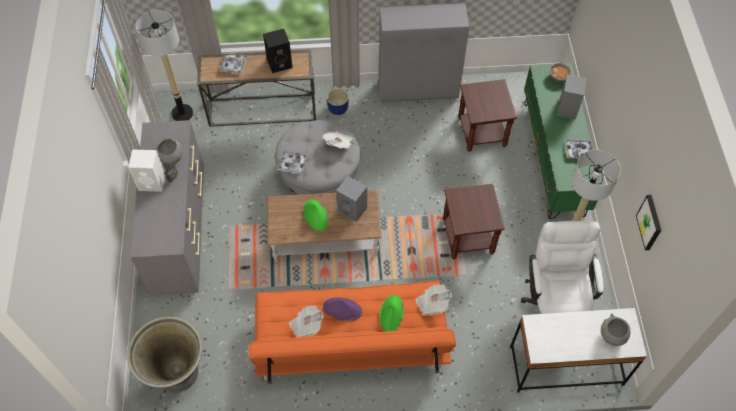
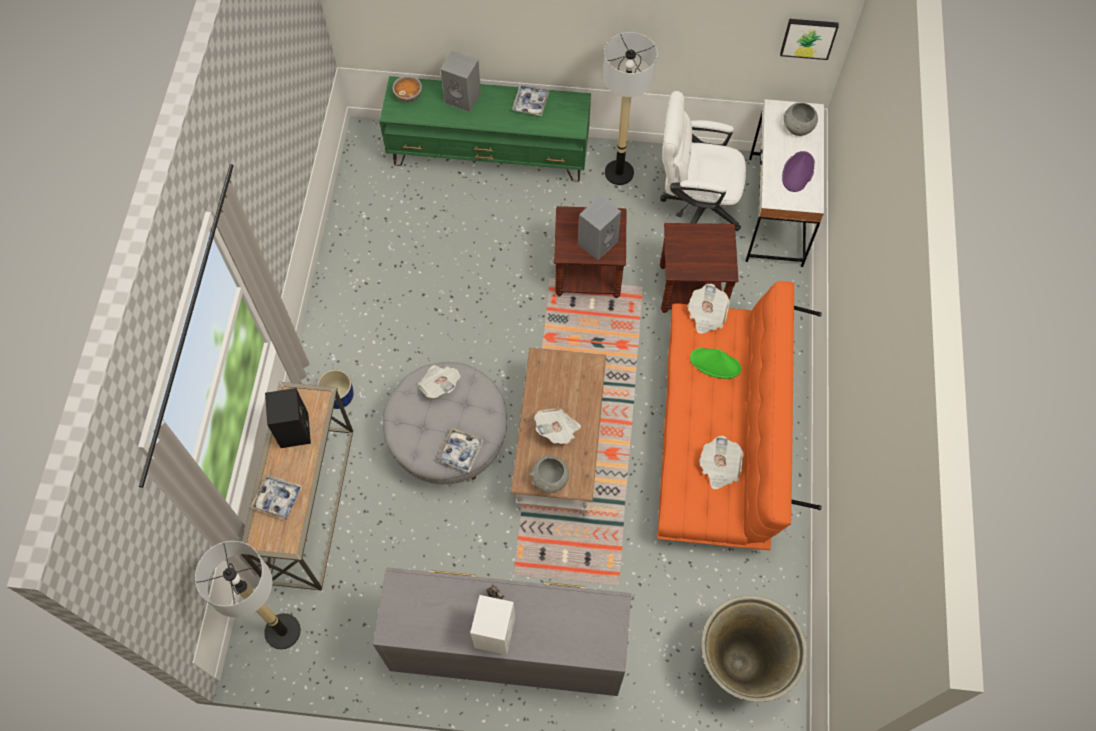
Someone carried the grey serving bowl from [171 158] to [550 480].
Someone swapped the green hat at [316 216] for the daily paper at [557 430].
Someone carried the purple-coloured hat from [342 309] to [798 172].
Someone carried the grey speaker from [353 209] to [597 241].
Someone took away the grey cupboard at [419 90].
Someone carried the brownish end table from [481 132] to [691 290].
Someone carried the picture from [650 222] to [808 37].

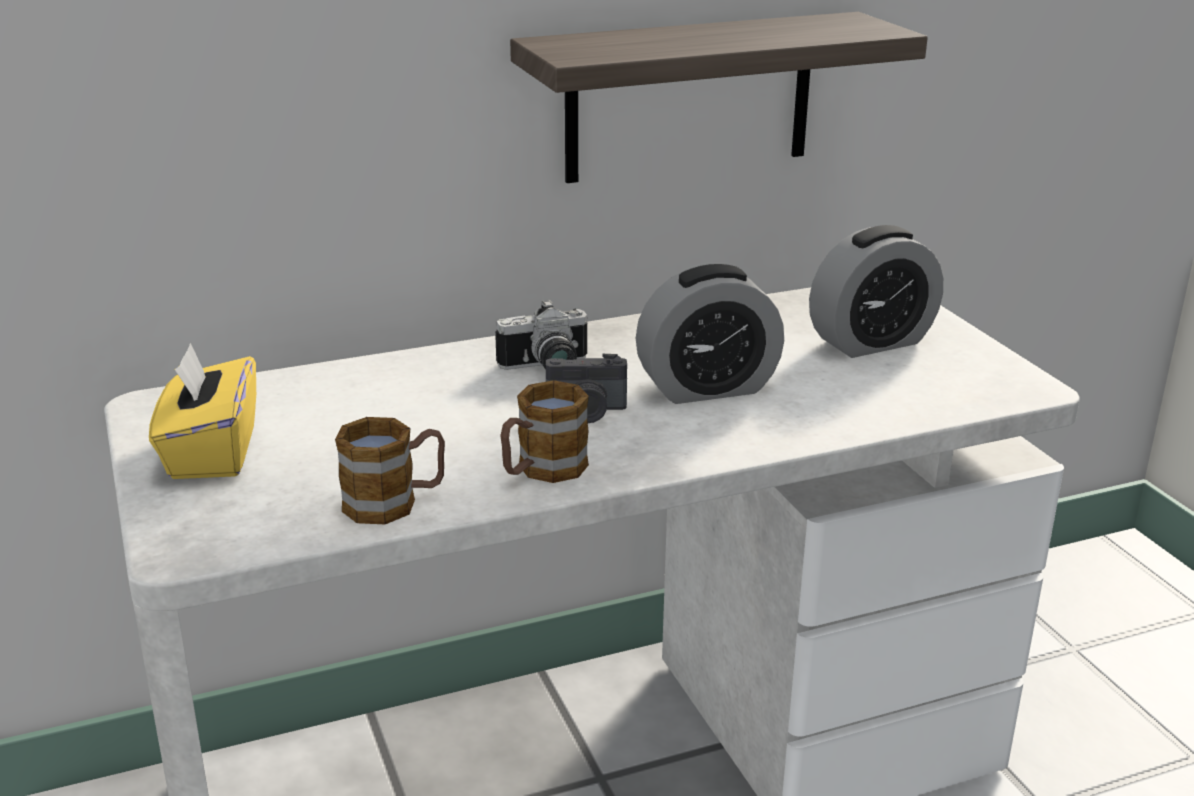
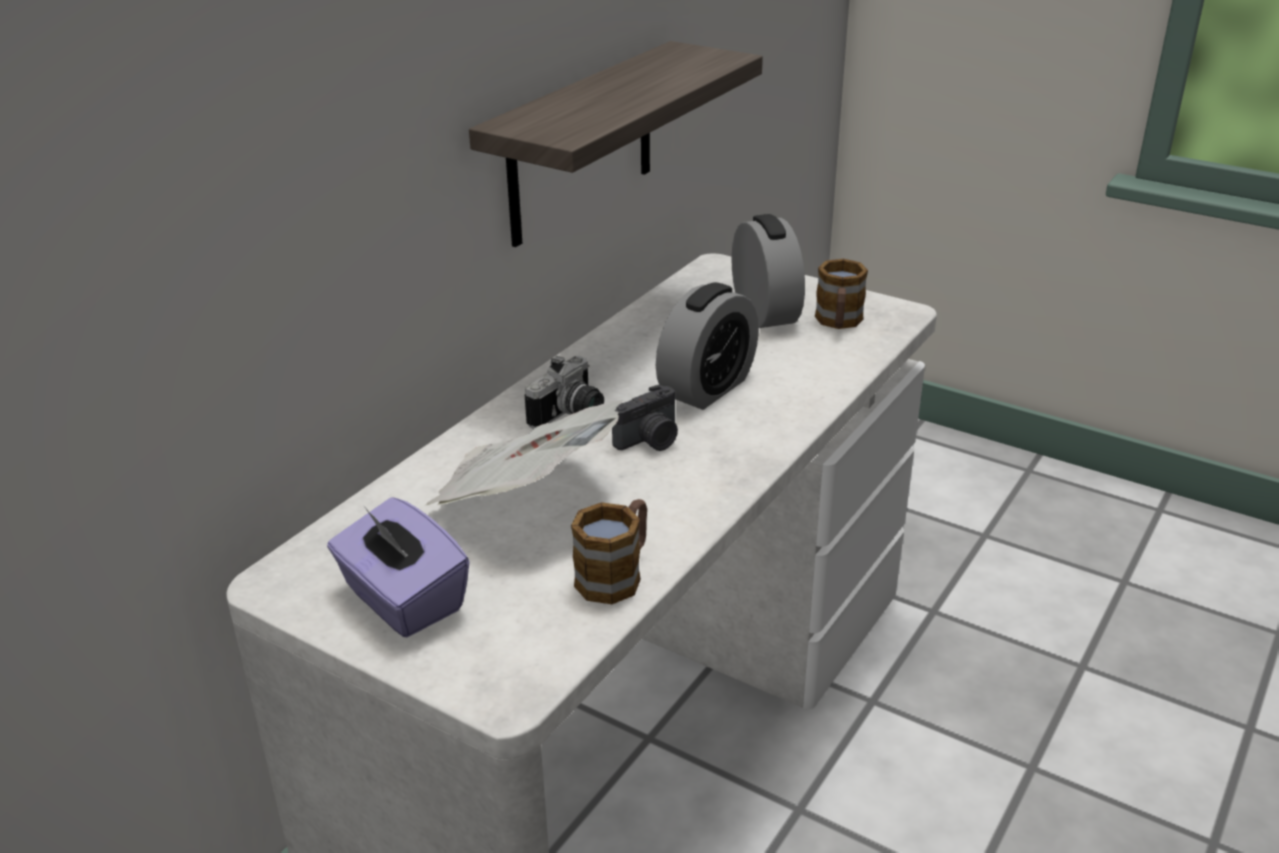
Someone repainted the yellow tissue box at [211 452], which became the purple-coloured tissue box at [402 600].
Someone carried the coffee mug from [542 470] to [838 322].
Someone rotated the table clock at [871 342] by 45 degrees counterclockwise.
Someone put down the daily paper at [526 497].

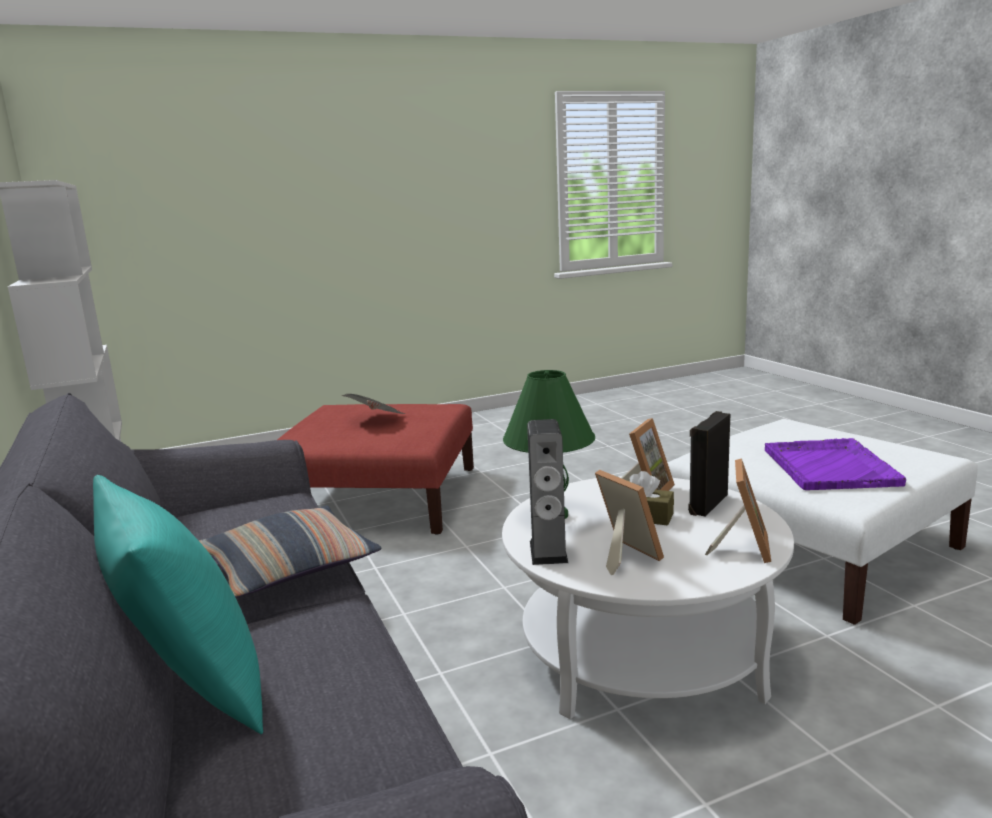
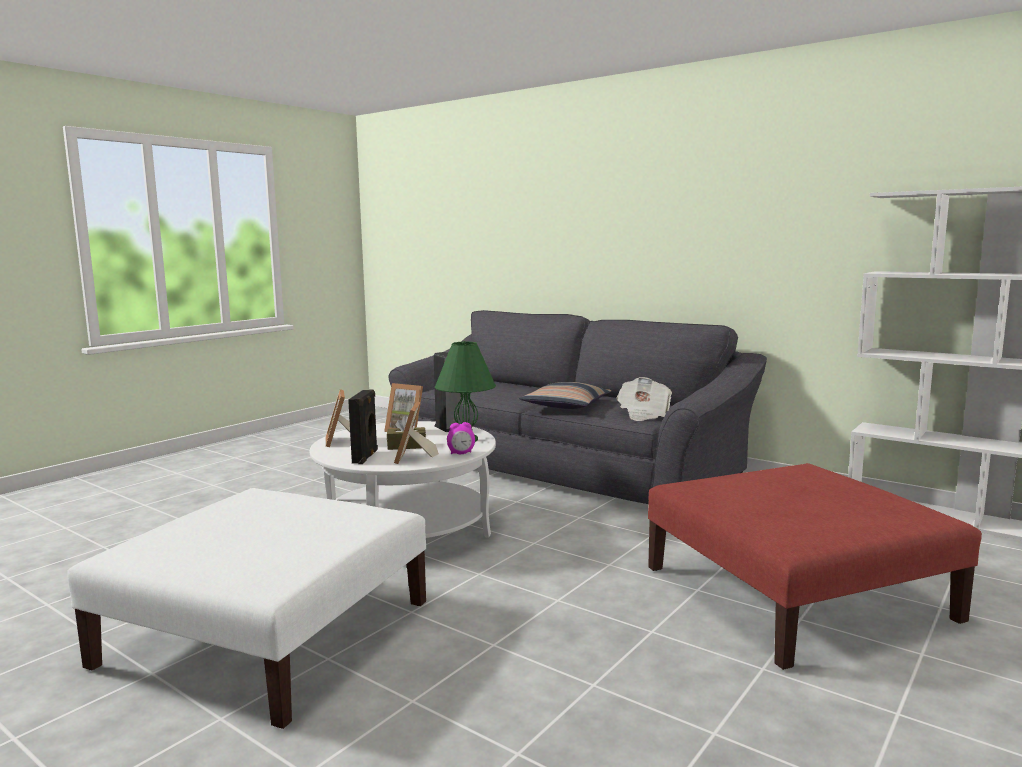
Someone took away the blue-green pillow at [192 689].
Someone carried the daily paper from [377 420] to [643 414].
Someone took away the purple-coloured serving tray at [829 466].
Someone put down the table clock at [461 453].

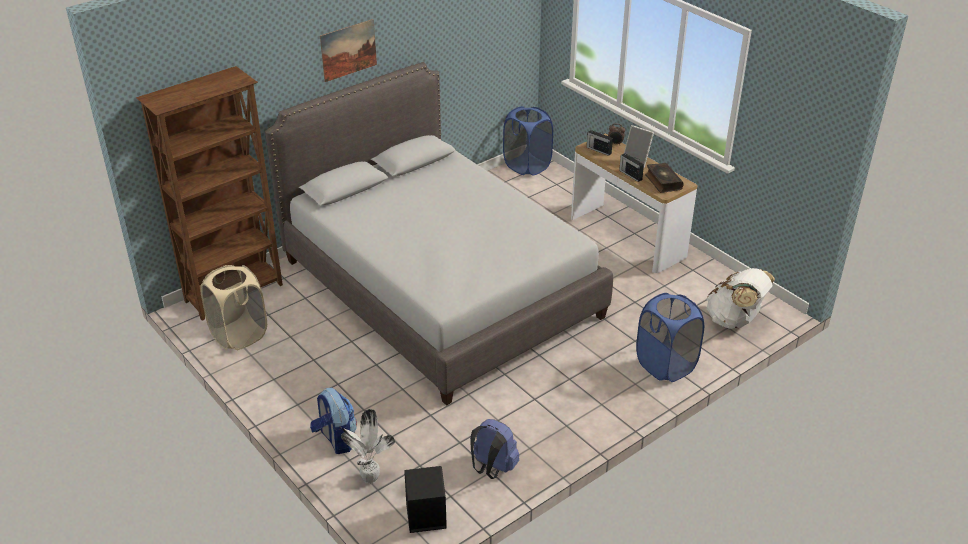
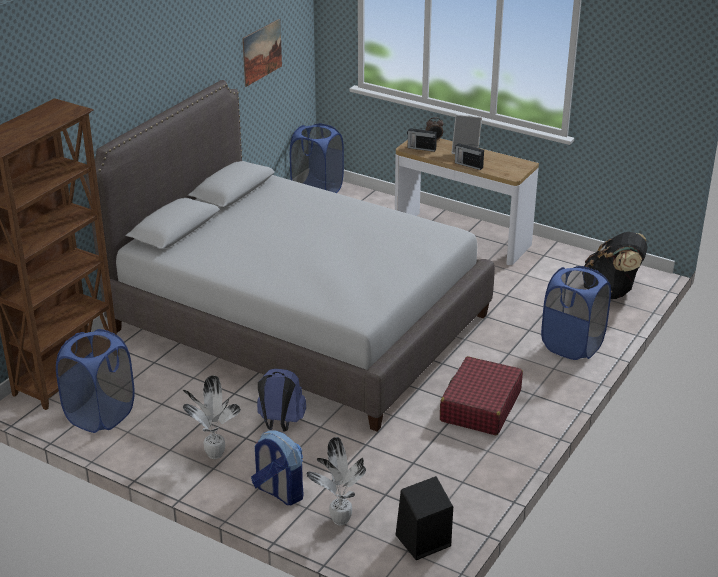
Someone repainted the beige laundry basket at [239 335], which became the bluish laundry basket at [100 415].
Someone carried the picture from [348 50] to [262 52].
Someone carried the bluish rucksack from [492 468] to [280 423].
Someone took away the bound book at [662 182].
Someone repainted the whitish rucksack at [734 320], which became the black-coloured rucksack at [611 292].
Someone put down the plant in a pot at [213 455].
Someone put down the red-coloured travel case at [480 406].

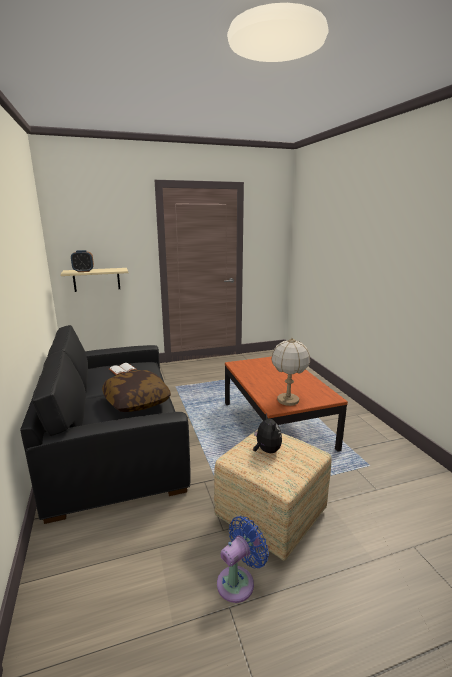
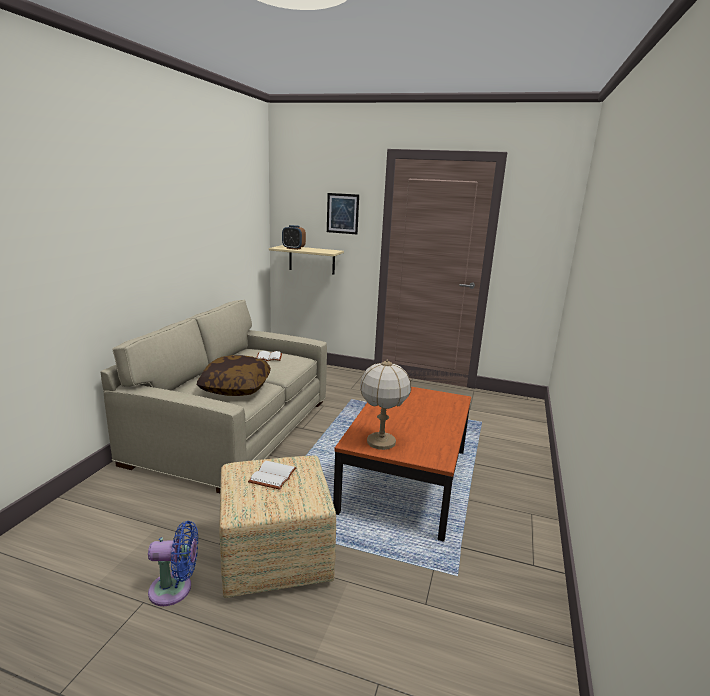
Someone repainted the black-coloured couch at [114 442], which became the beige couch at [233 428].
Someone swapped the soft toy at [266 450] for the whitish bound book at [272 475].
Someone put up the picture at [342 213].

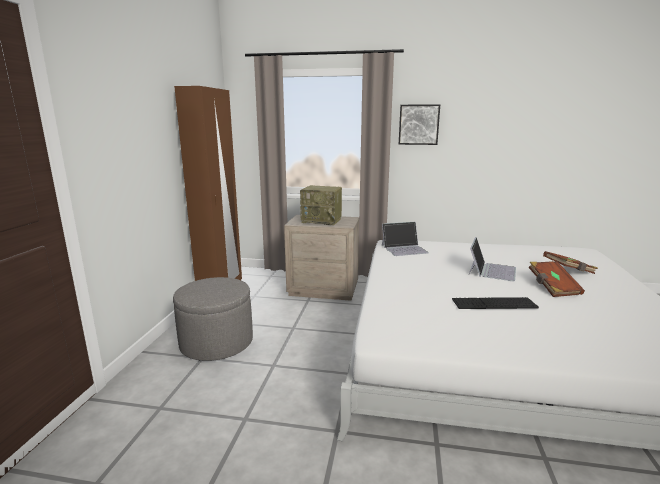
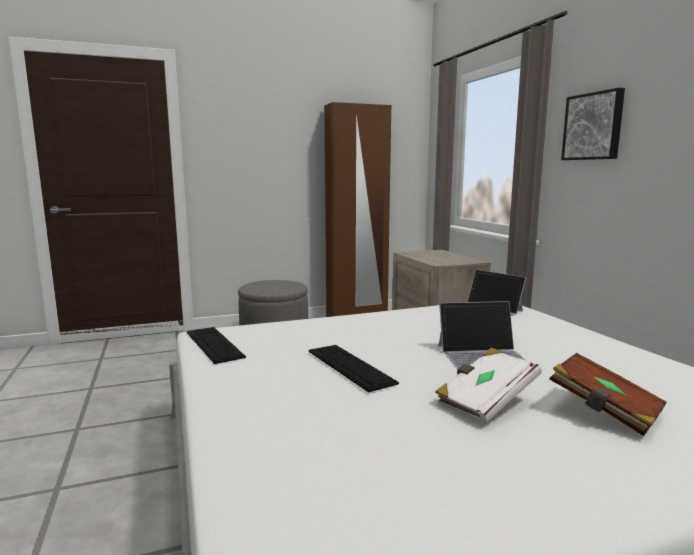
Someone took away the radio at [322 220].
Someone repainted the brownish bound book at [552 287], which became the whitish bound book at [485 401].
Someone put down the keyboard at [214 344].

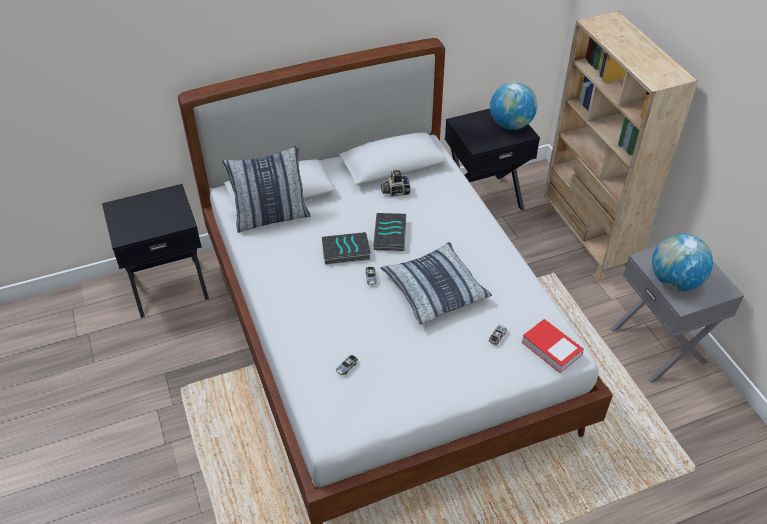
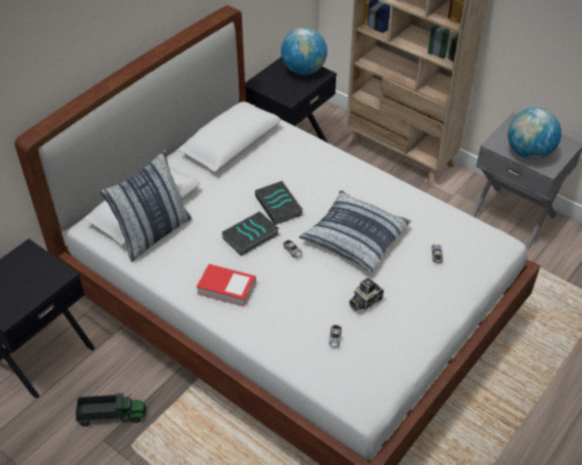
Someone carried the photo camera from [395 191] to [364 301].
Someone carried the bound book from [551 348] to [226 288].
Someone put down the toy lorry at [111 415].

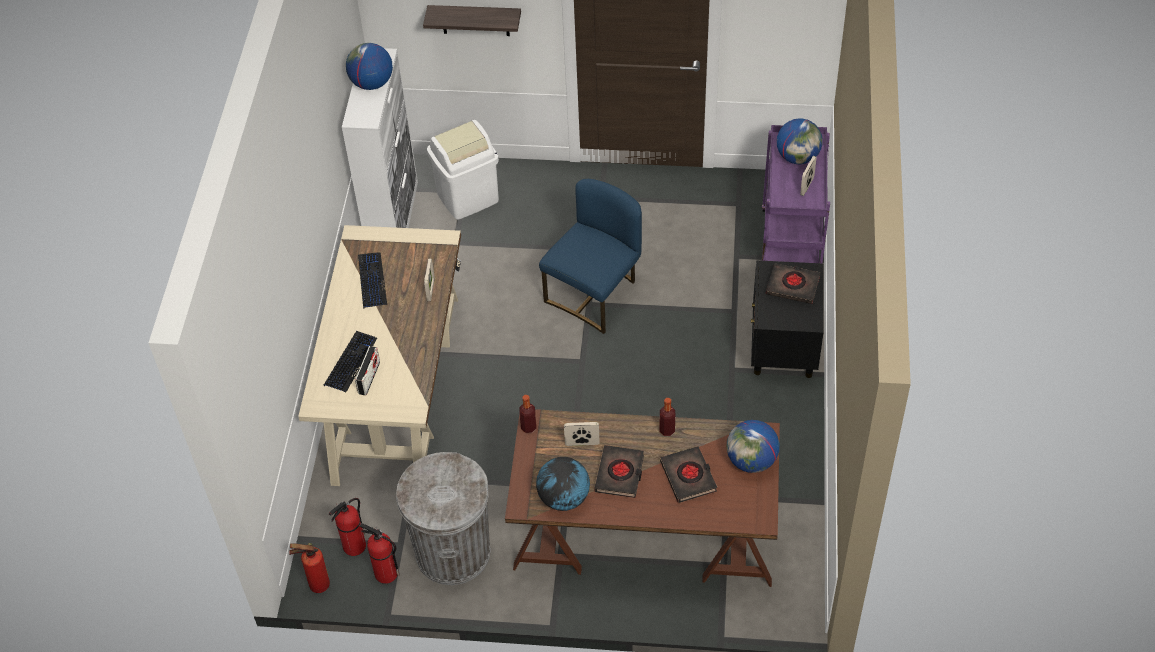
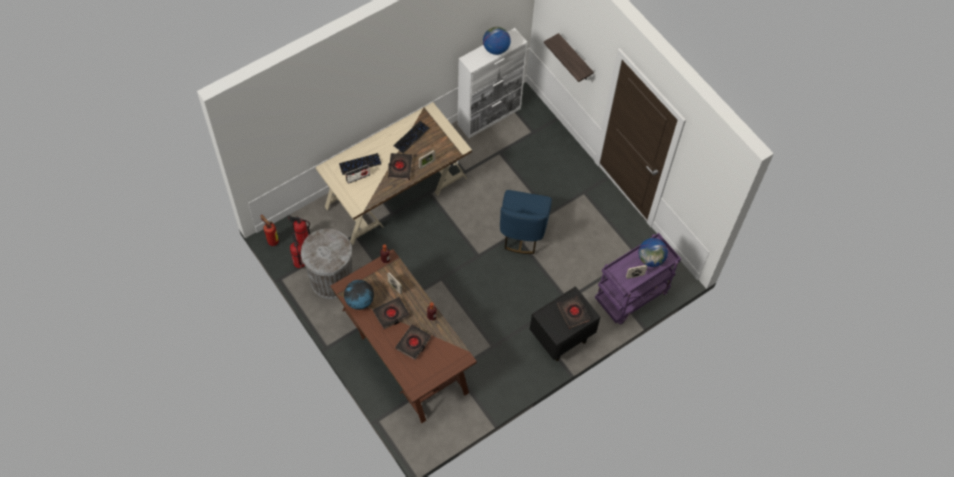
Someone took away the whitish trash can at [467 197].
Someone rotated the bluish chair at [595 294] by 105 degrees clockwise.
Someone took away the globe at [751 461].
Someone put down the black-coloured bound book at [400 168].

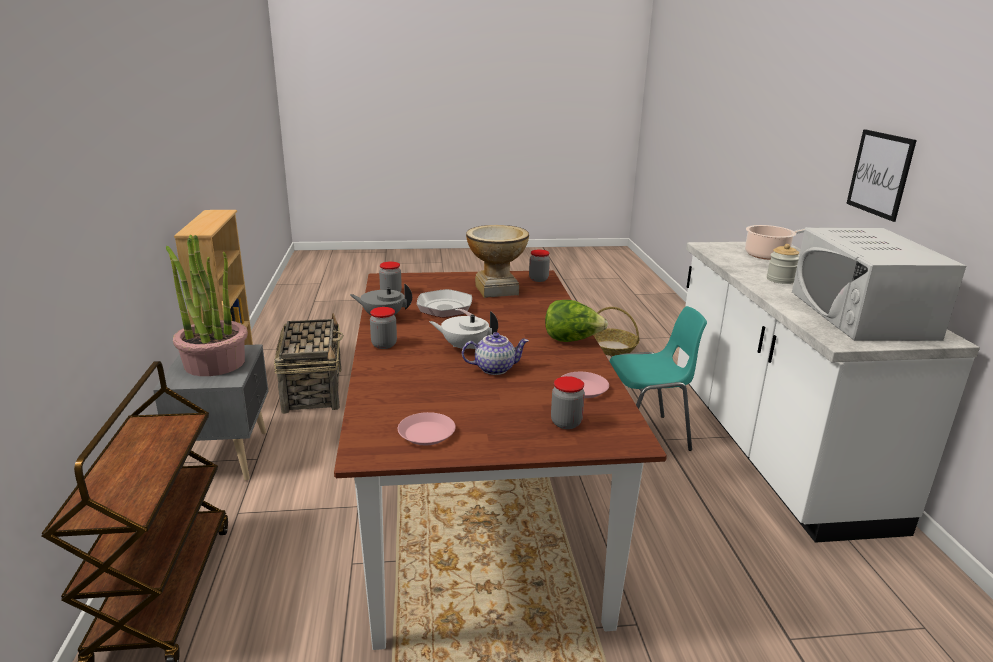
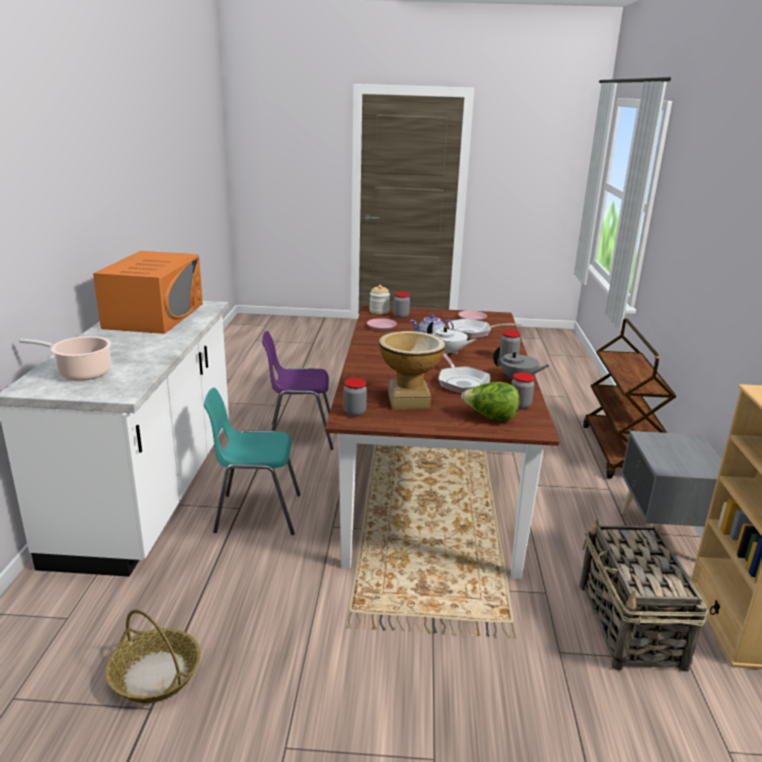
Someone took away the plant in a pot at [214 363].
Someone carried the lettuce from [572 340] to [490 418].
Someone carried the jar from [780 279] to [379 311].
Someone repainted the whitish kitchen microwave at [861 314], which became the orangey kitchen microwave at [154 316].
Someone took away the picture at [880 174].
Someone put down the purple-coloured chair at [299 435].
Someone put down the frying pan at [473 332].

